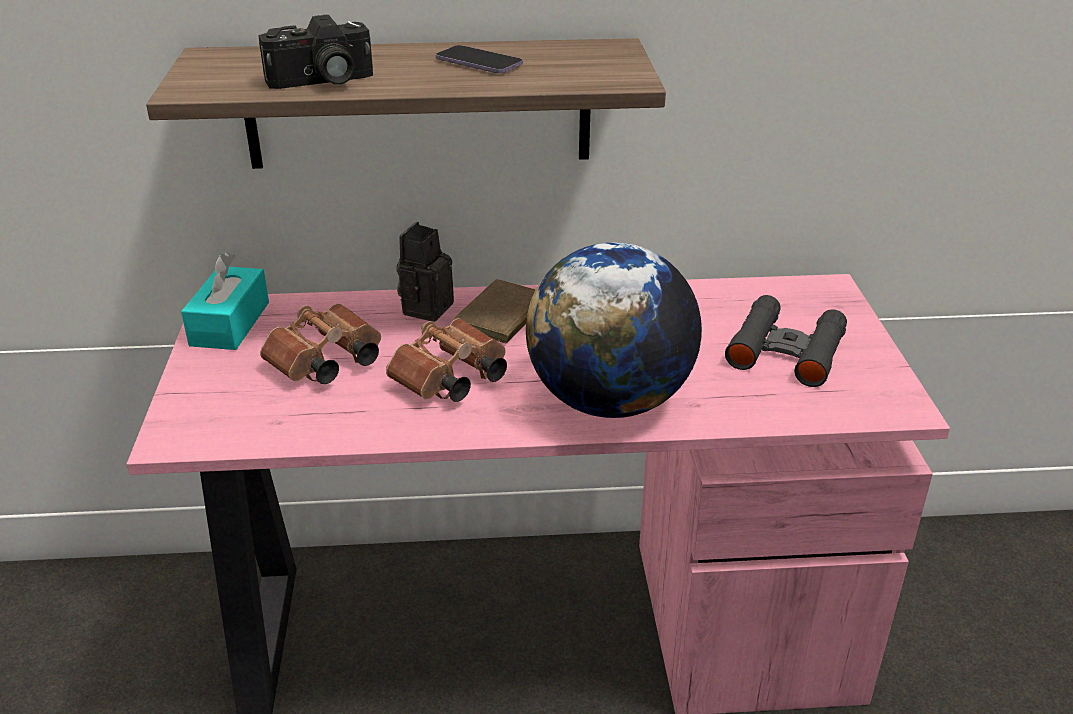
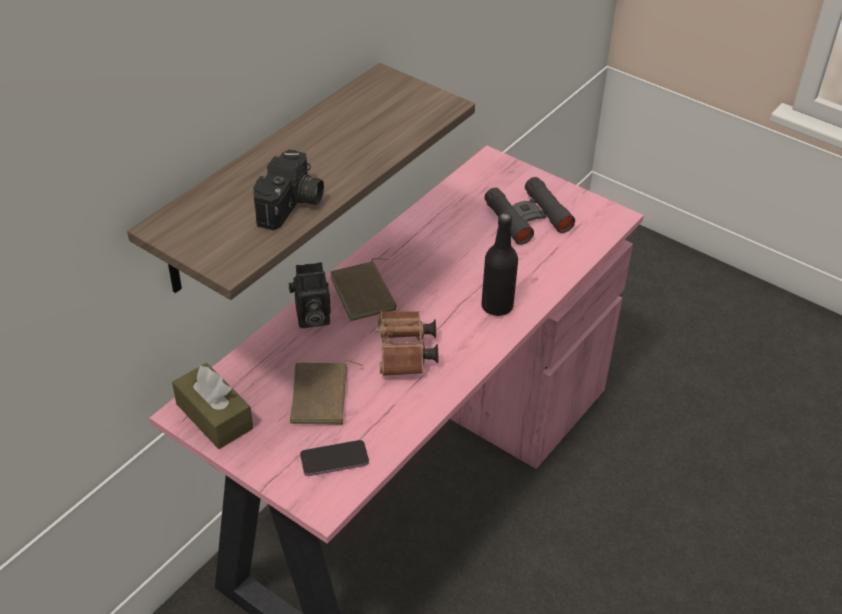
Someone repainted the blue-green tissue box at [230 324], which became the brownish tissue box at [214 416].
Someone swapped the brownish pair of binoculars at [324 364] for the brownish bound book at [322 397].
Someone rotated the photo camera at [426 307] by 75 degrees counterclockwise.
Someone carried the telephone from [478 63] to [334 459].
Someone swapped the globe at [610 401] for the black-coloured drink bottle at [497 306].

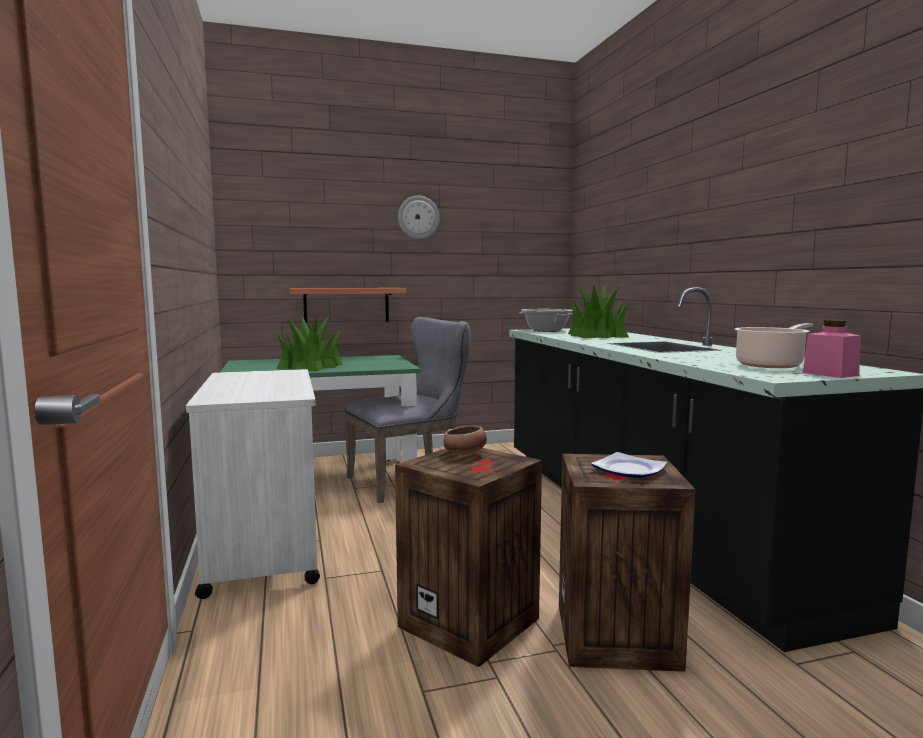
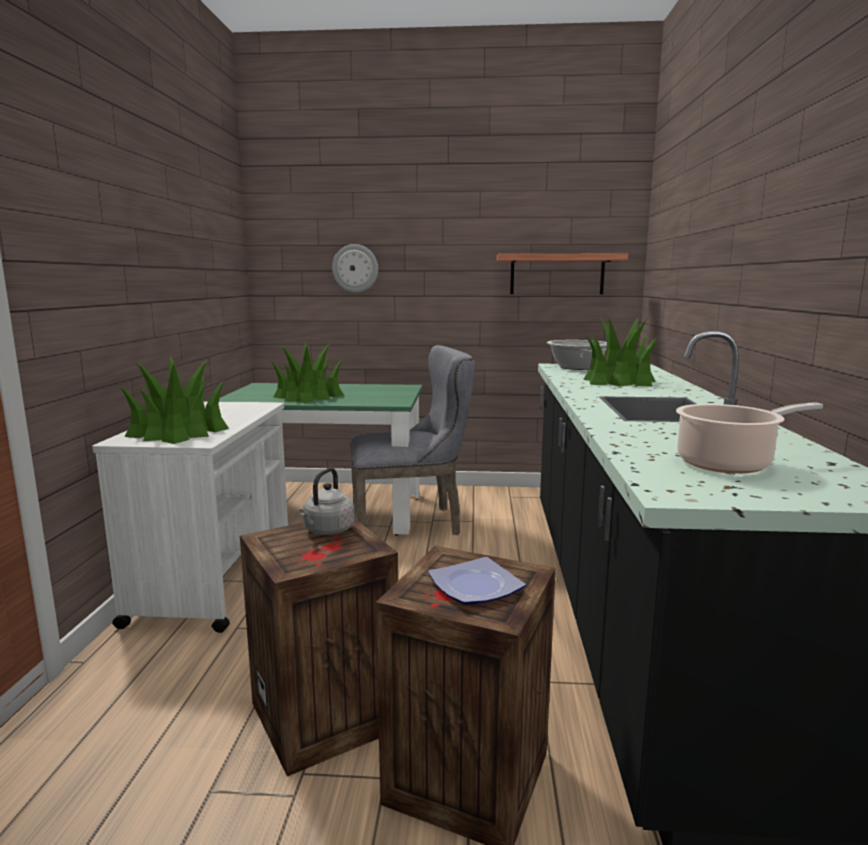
Someone carried the wall shelf from [346 305] to [557 274].
Someone carried the hanging clock from [418 217] to [355 268].
Someone swapped the serving bowl at [465 454] for the grey water kettle at [327 531].
Someone took away the pinkish jar at [830 374].
Someone put down the plant in a pot at [179 432].

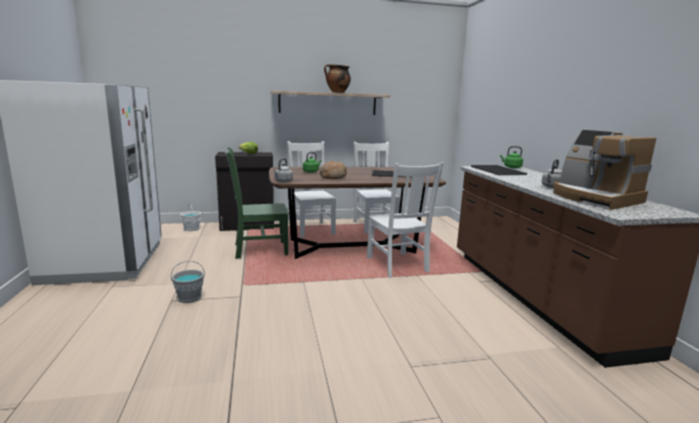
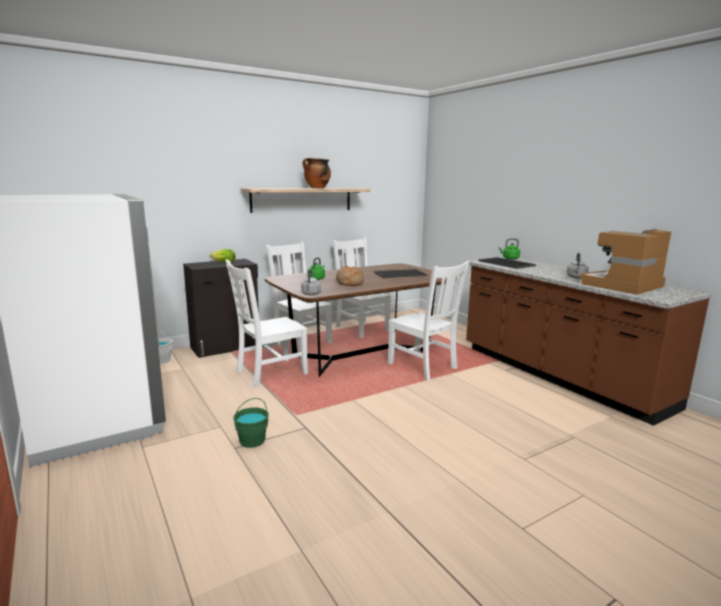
Someone repainted the grey pail at [189 298], which became the green pail at [252 441].
Someone repainted the green chair at [258 250], which became the whitish chair at [269 373].
Someone rotated the coffee maker at [594 198] by 105 degrees clockwise.

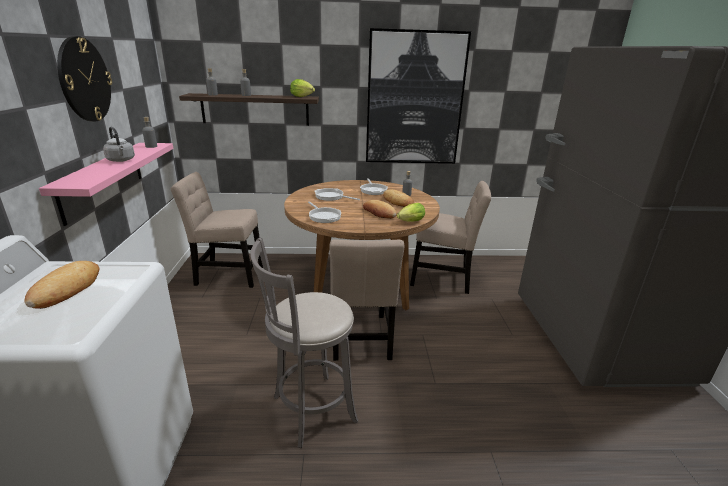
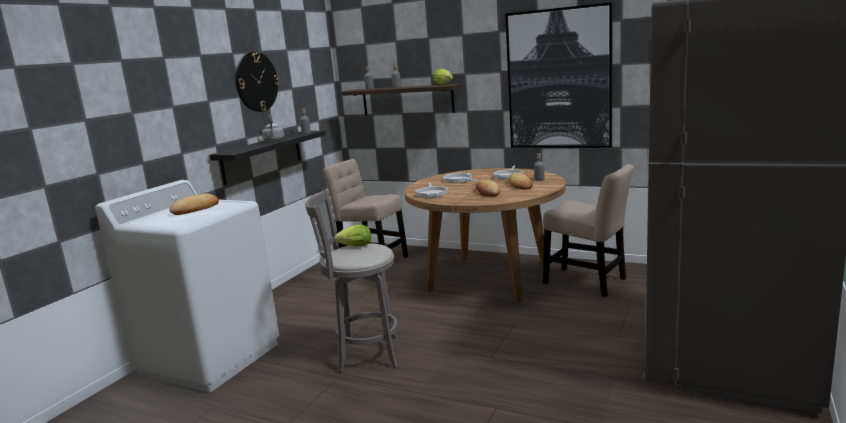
Someone repainted the pinkish wall shelf at [103 179], which became the black-coloured wall shelf at [262 156].
Someone took away the beige chair at [361 339].
Someone carried the lettuce from [409 222] to [354 247].

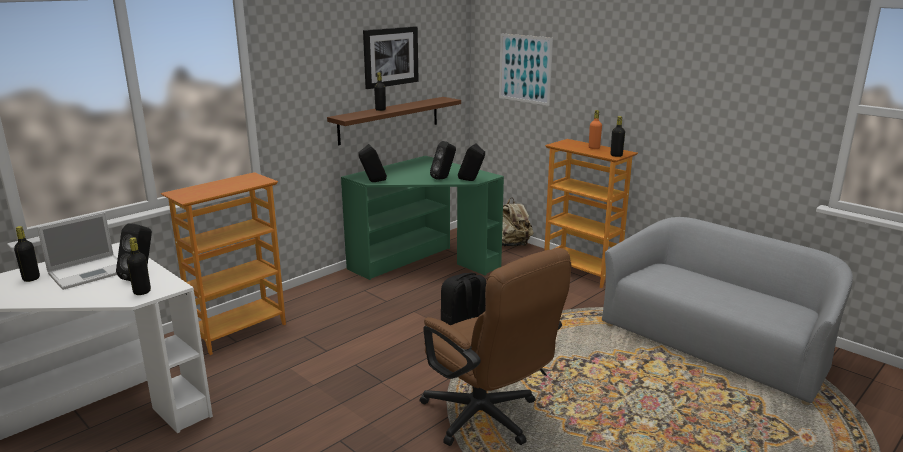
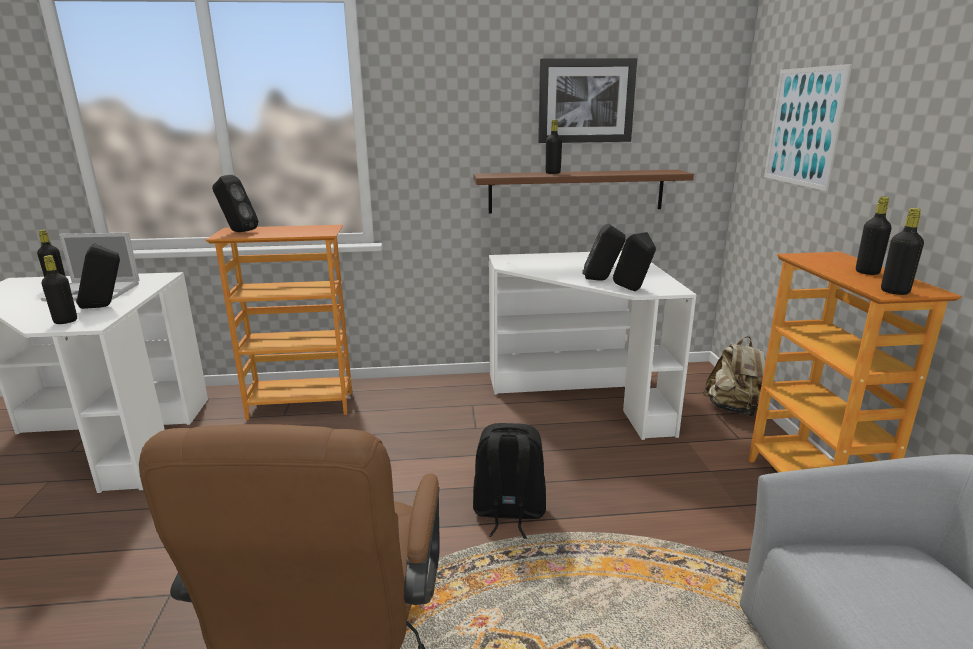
Someone repainted the green desk table at [423 263], which became the whitish desk table at [581 395].
Someone carried the black-coloured speaker from [373 182] to [237 231].
Someone repainted the orangey drink bottle at [594 148], which became the black-coloured drink bottle at [867 272].

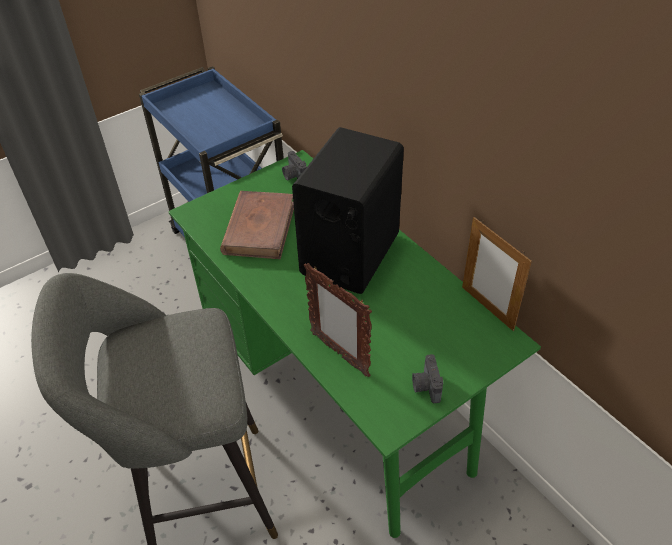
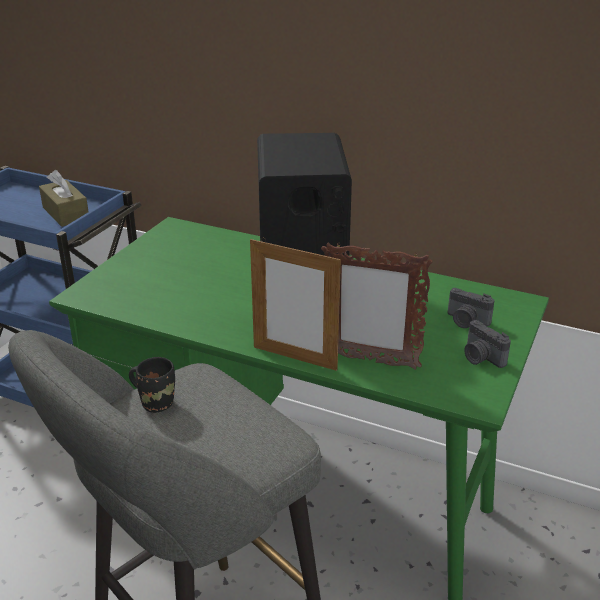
Someone took away the brownish bound book at [259 228].
Someone carried the photo camera from [294 176] to [466 321].
Someone carried the picture frame from [487 308] to [294 358].
Someone put down the brownish tissue box at [65 213].
Someone put down the black-coloured coffee mug at [156 402].

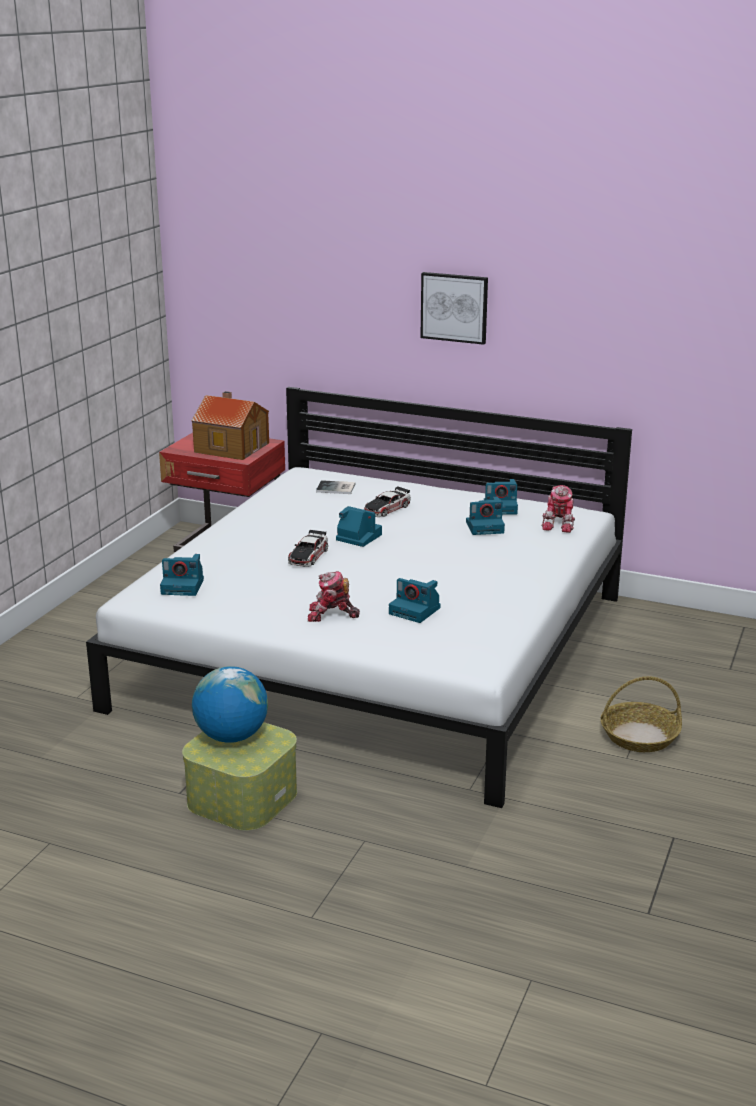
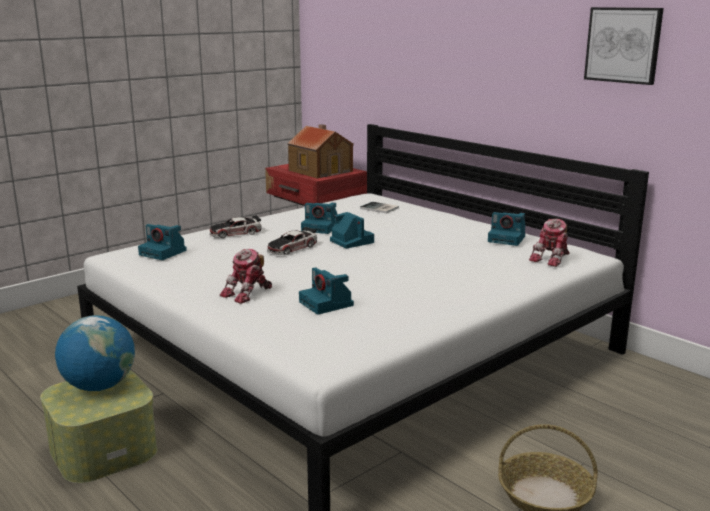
Someone rotated the model robot at [331 615] by 75 degrees counterclockwise.
Someone carried the miniature car from [387 509] to [235 233].
Someone carried the picture from [454 307] to [623 45].
Someone carried the photo camera from [485 527] to [321 228].

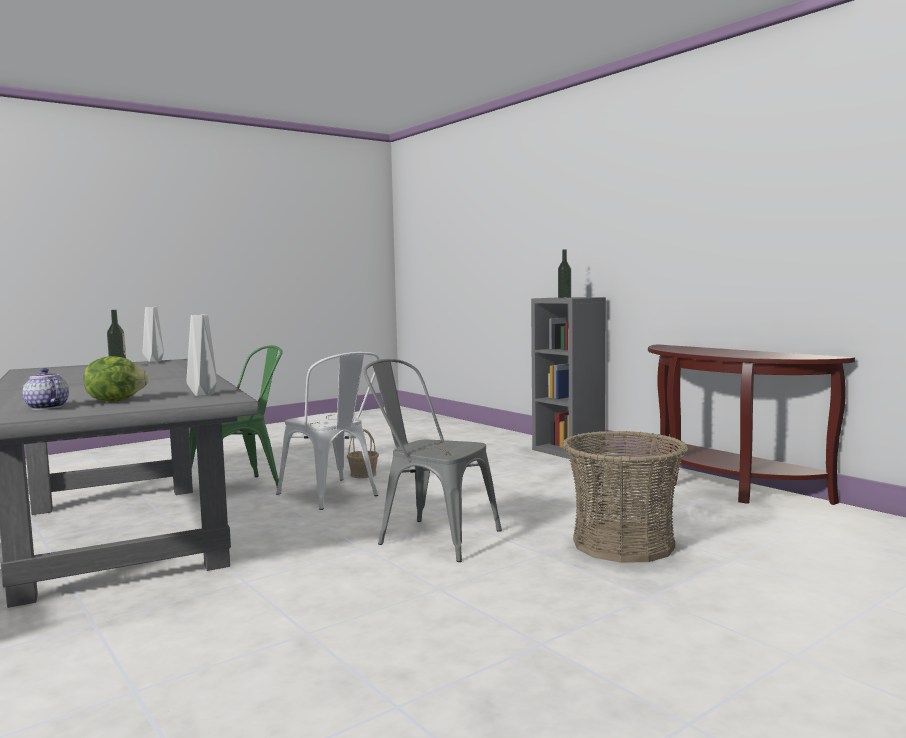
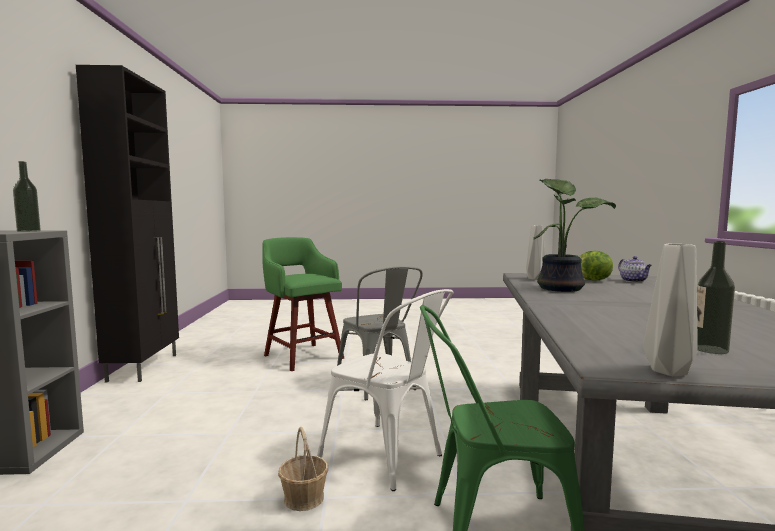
Someone rotated the whitish chair at [333 495] by 135 degrees clockwise.
Someone swapped the household basket at [623 544] for the green stool seat at [302 356].
Someone swapped the brownish console table at [725 486] for the black-coloured cupboard at [144 367].
Someone put down the plant in a pot at [561 288].

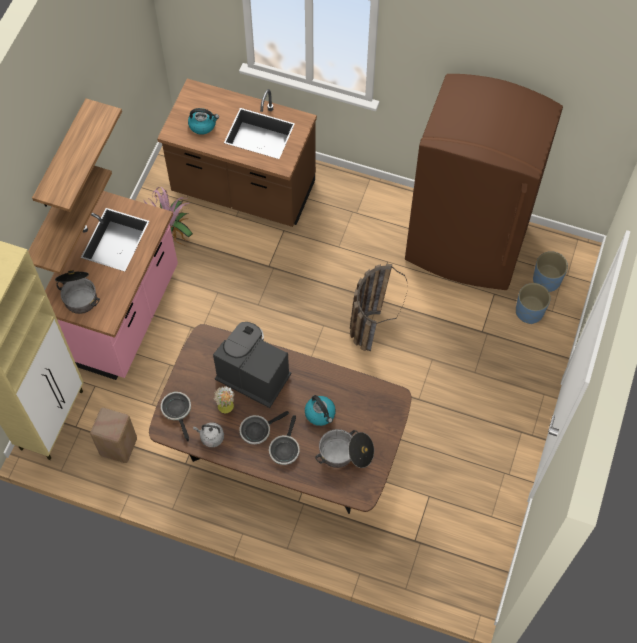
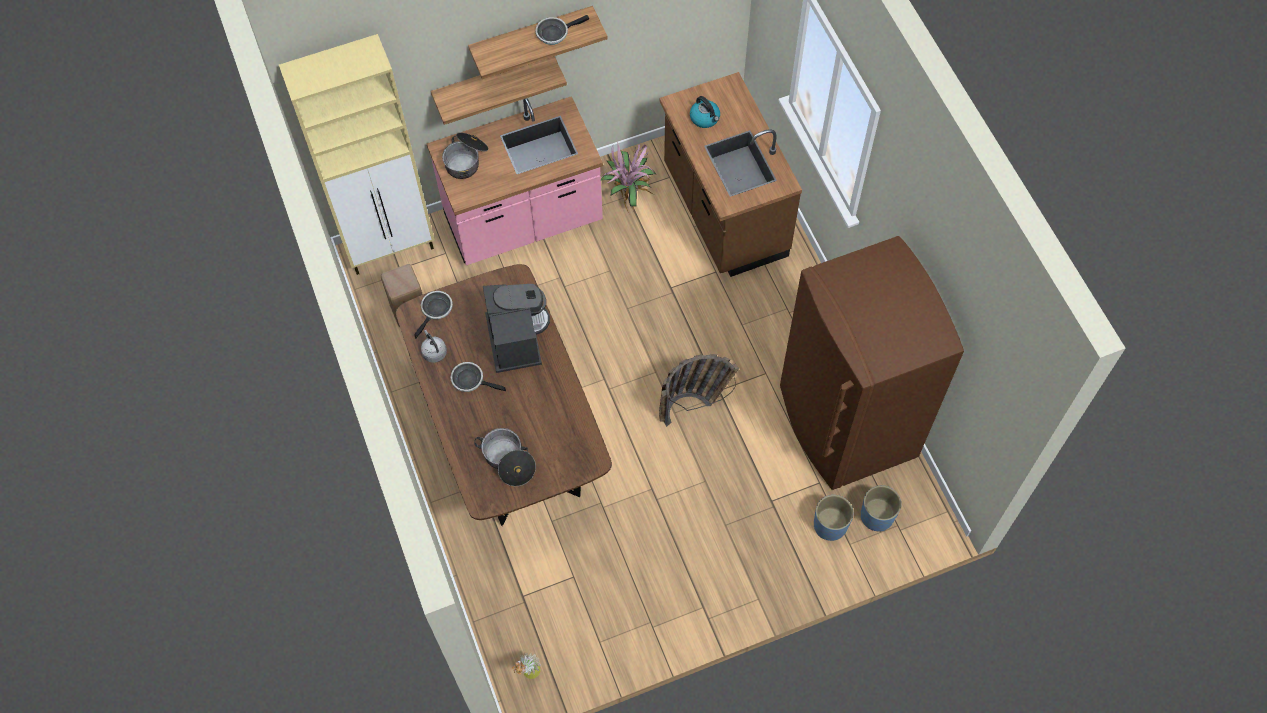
Someone carried the plant in a pot from [227 409] to [529 674].
Someone carried the frying pan from [284 449] to [555 33].
Someone took away the water kettle at [320 414].

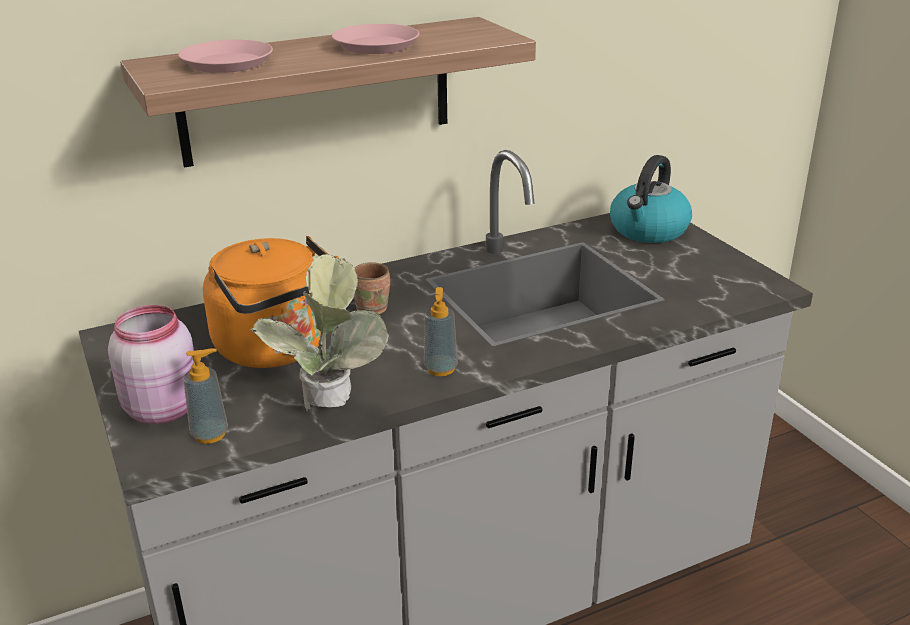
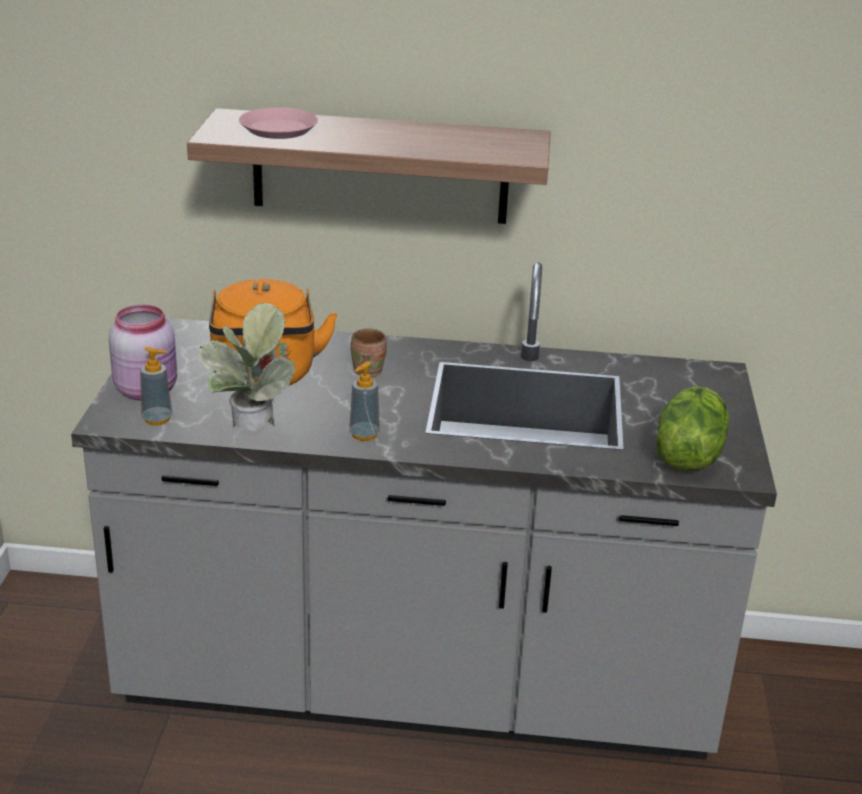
Someone took away the pinkish plate at [376 45].
Someone took away the water kettle at [648 230].
Someone put down the lettuce at [687 455].

